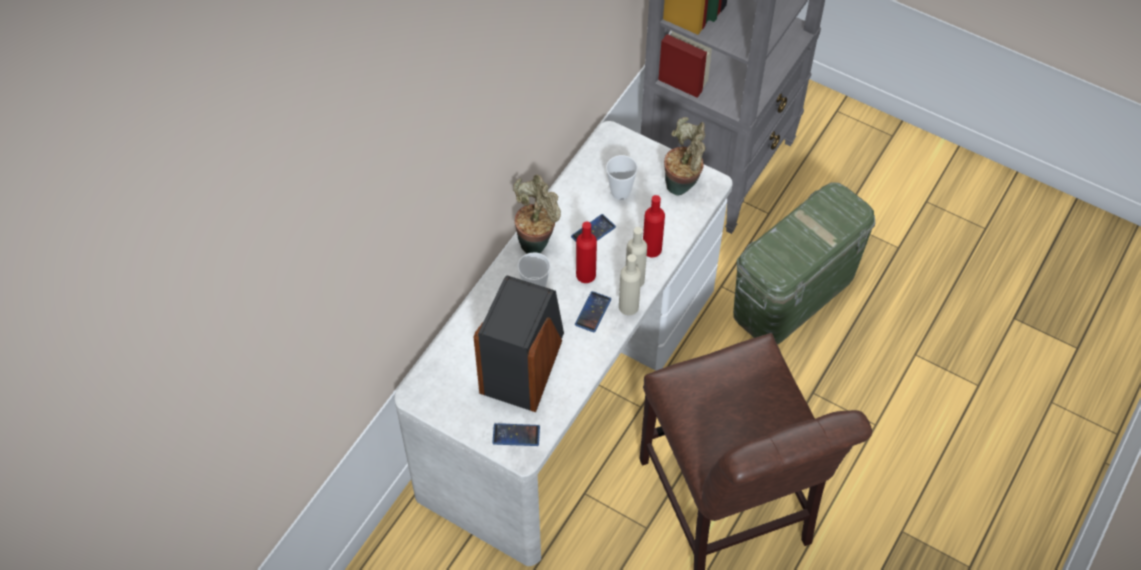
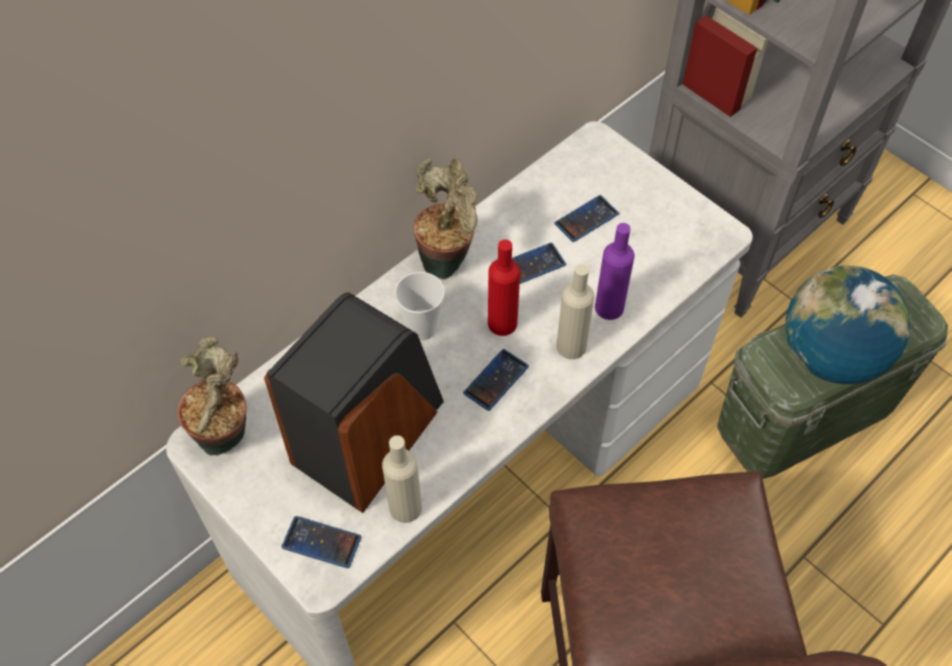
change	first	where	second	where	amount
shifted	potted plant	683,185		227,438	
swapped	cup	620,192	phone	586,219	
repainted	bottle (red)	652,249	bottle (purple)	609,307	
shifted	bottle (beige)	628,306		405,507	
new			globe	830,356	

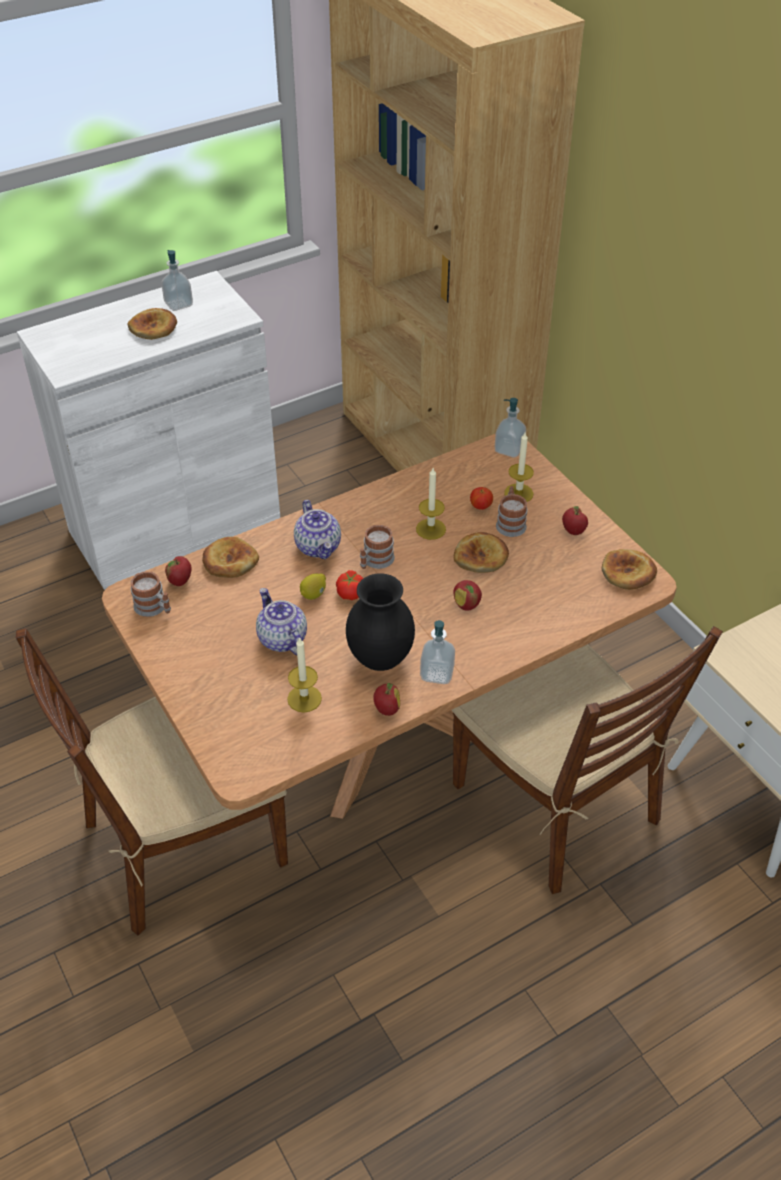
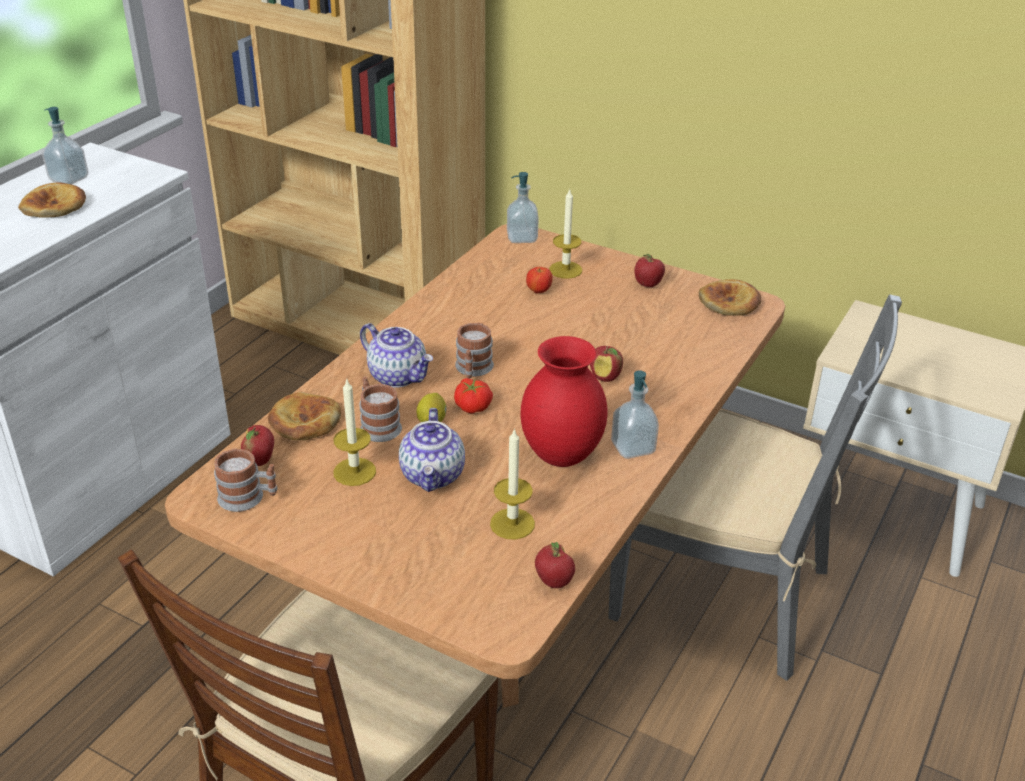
change	first	where	second	where	amount
shifted	candle	430,529		354,472	
shifted	mug	510,523		377,425	
gone	bread	481,556			
repainted	vase (black)	379,660	vase (red)	561,457	
rotated	teapot	281,639		433,475	120 degrees counterclockwise
repainted	chair (brown)	557,803	chair (grey)	723,593	
shifted	apple	386,709		553,582	

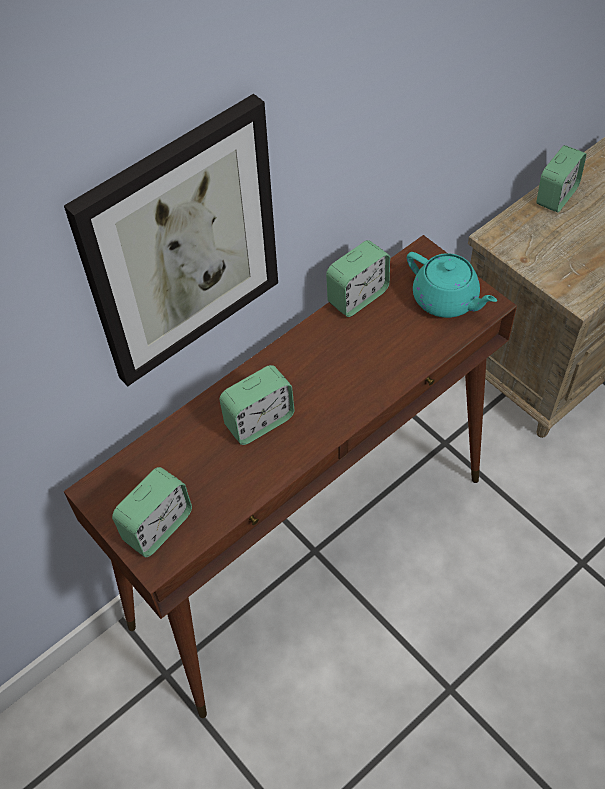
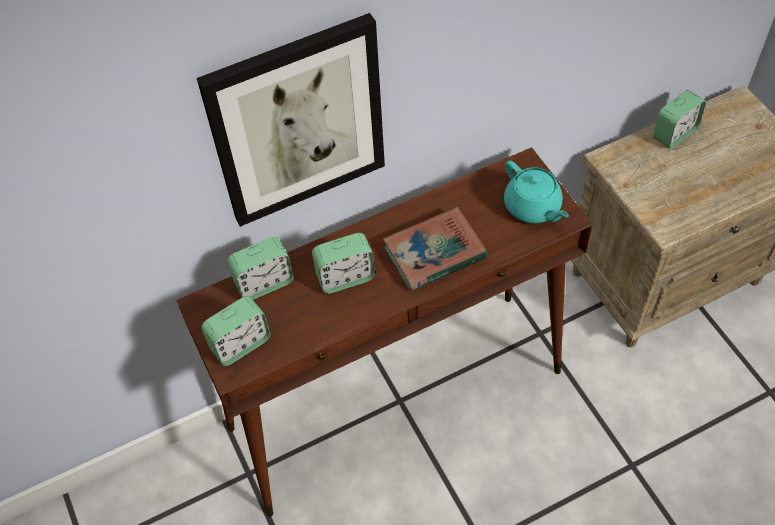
change	first	where	second	where	amount
shifted	alarm clock	357,297		264,283	
new			book	434,253	

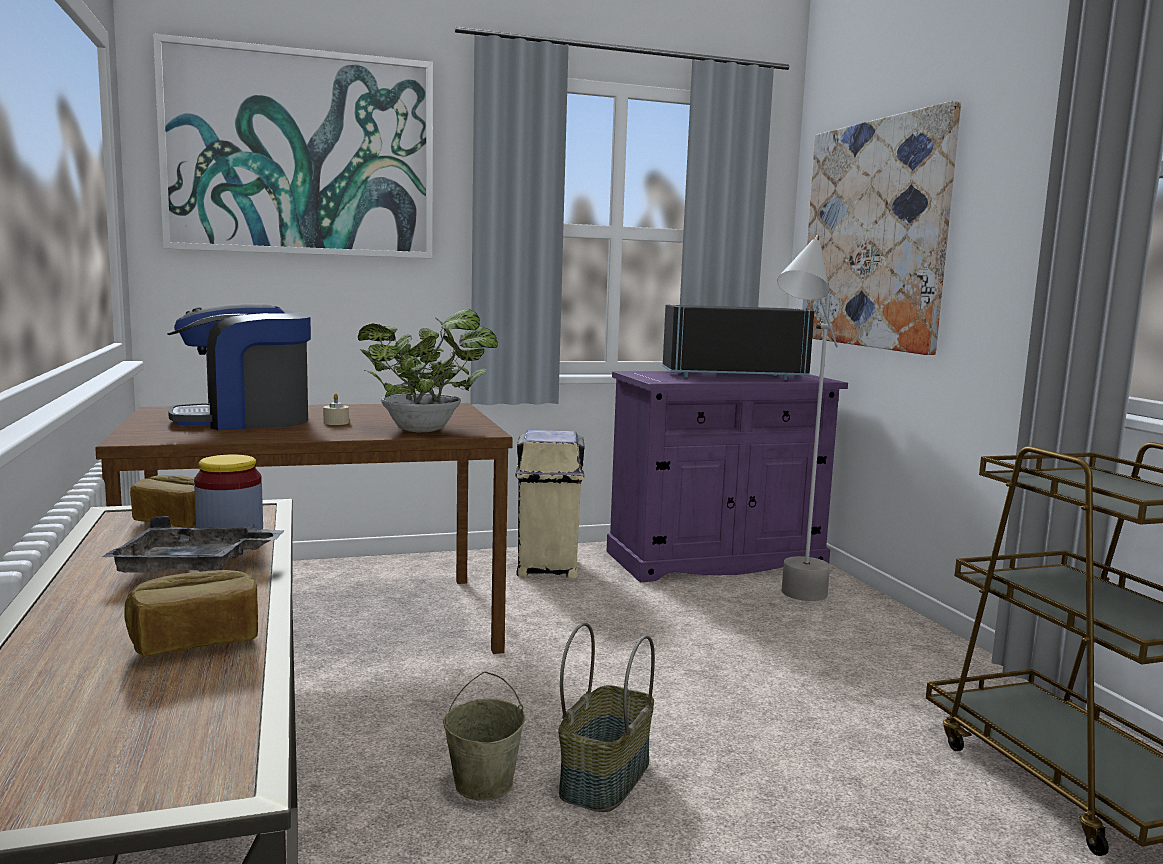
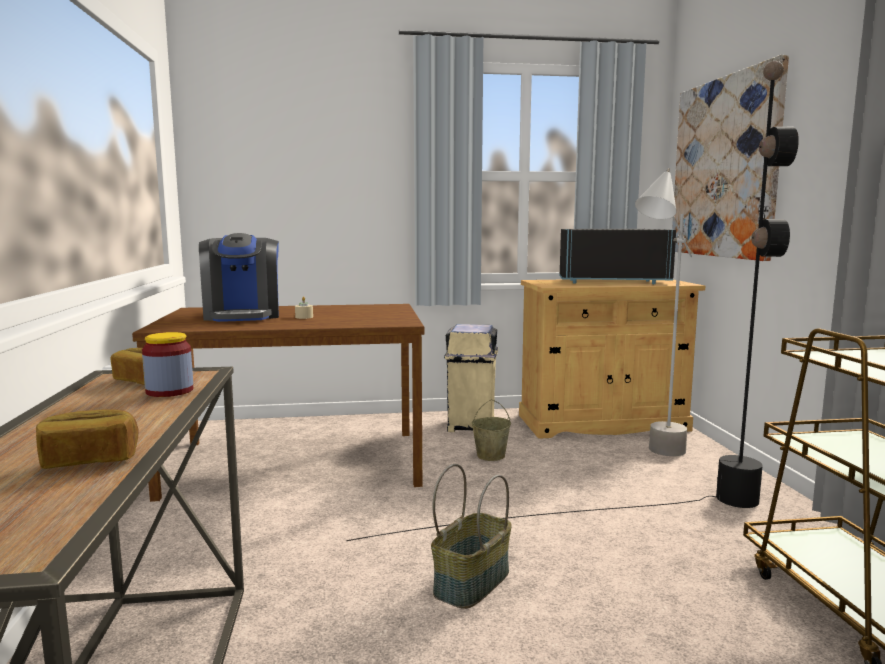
change	first	where	second	where	amount
gone	picture	301,154			
rotated	coffee machine	245,420		243,316	90 degrees counterclockwise
gone	potted plant	427,430			
repainted	cabinet (purple)	716,560	cabinet (beige)	602,423	
gone	tray (grey)	193,567			
shifted	bucket (beige)	483,783		491,455	
new			floor lamp (black)	636,508	

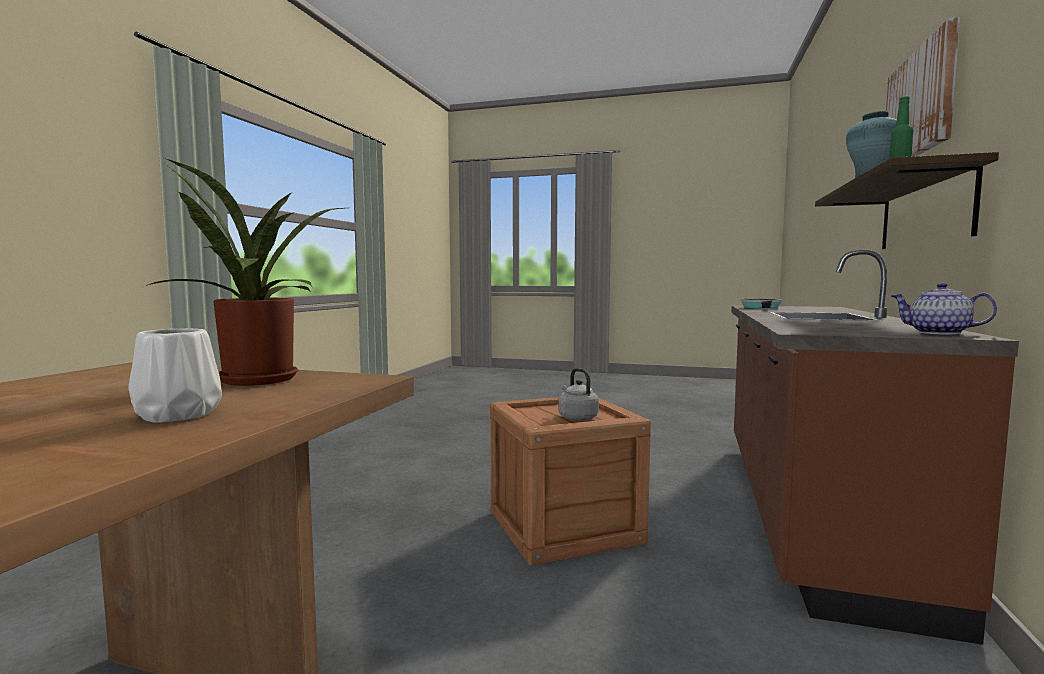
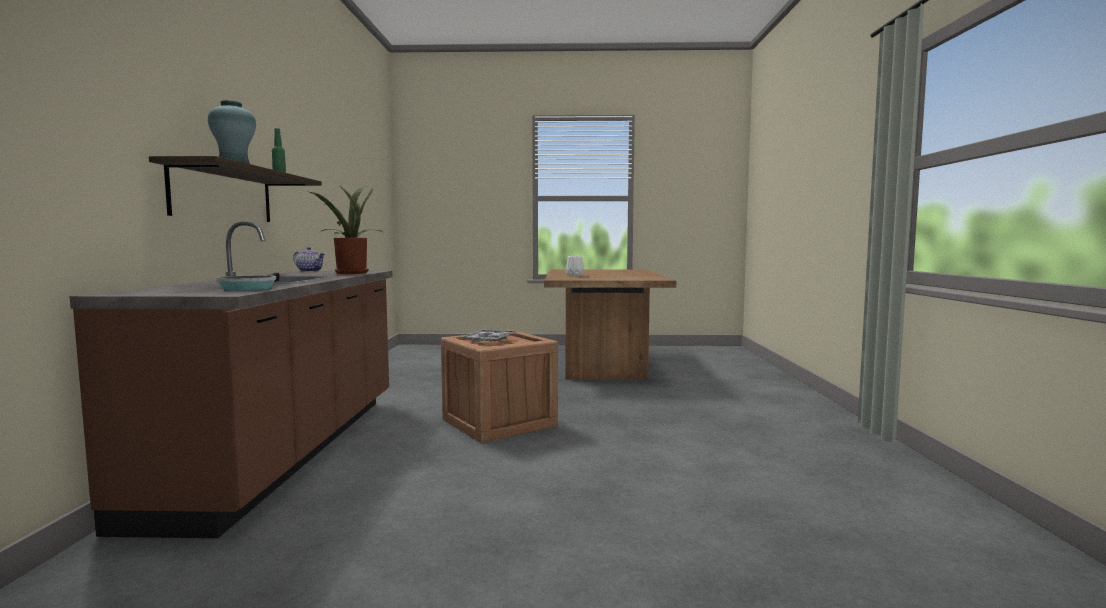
change	first	where	second	where	amount
gone	picture	920,104			
shifted	potted plant	261,381		349,273	
swapped	kettle (grey)	576,417	tray	489,341	

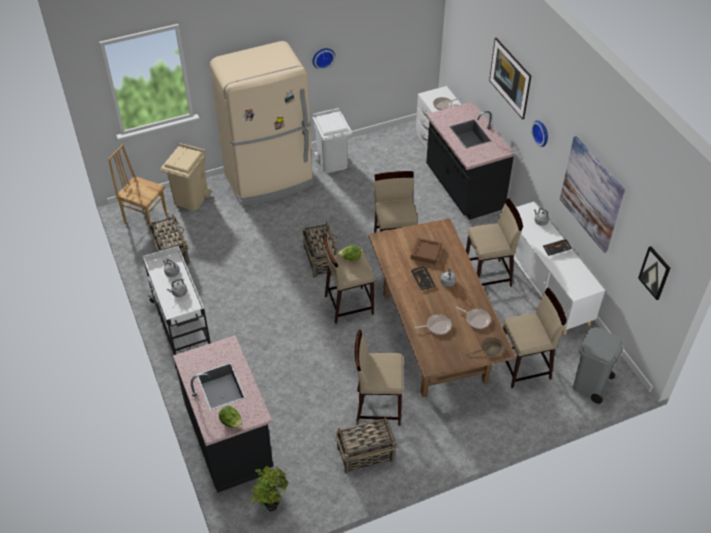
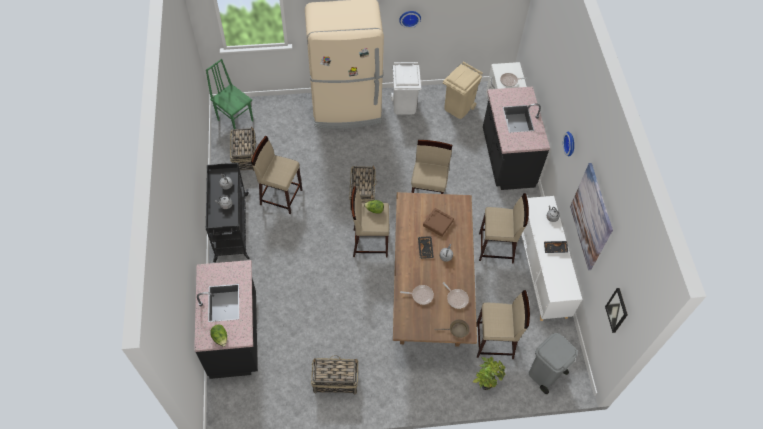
change	first	where	second	where	amount
gone	picture	508,88			
shifted	trash can (beige)	191,199		458,107	
repainted	chair (brown)	146,218	chair (green)	235,120	
repainted	cart (white)	183,329	cart (black)	231,228	
shifted	stool (beige)	377,407		281,196	
shifted	potted plant	270,503		485,383	

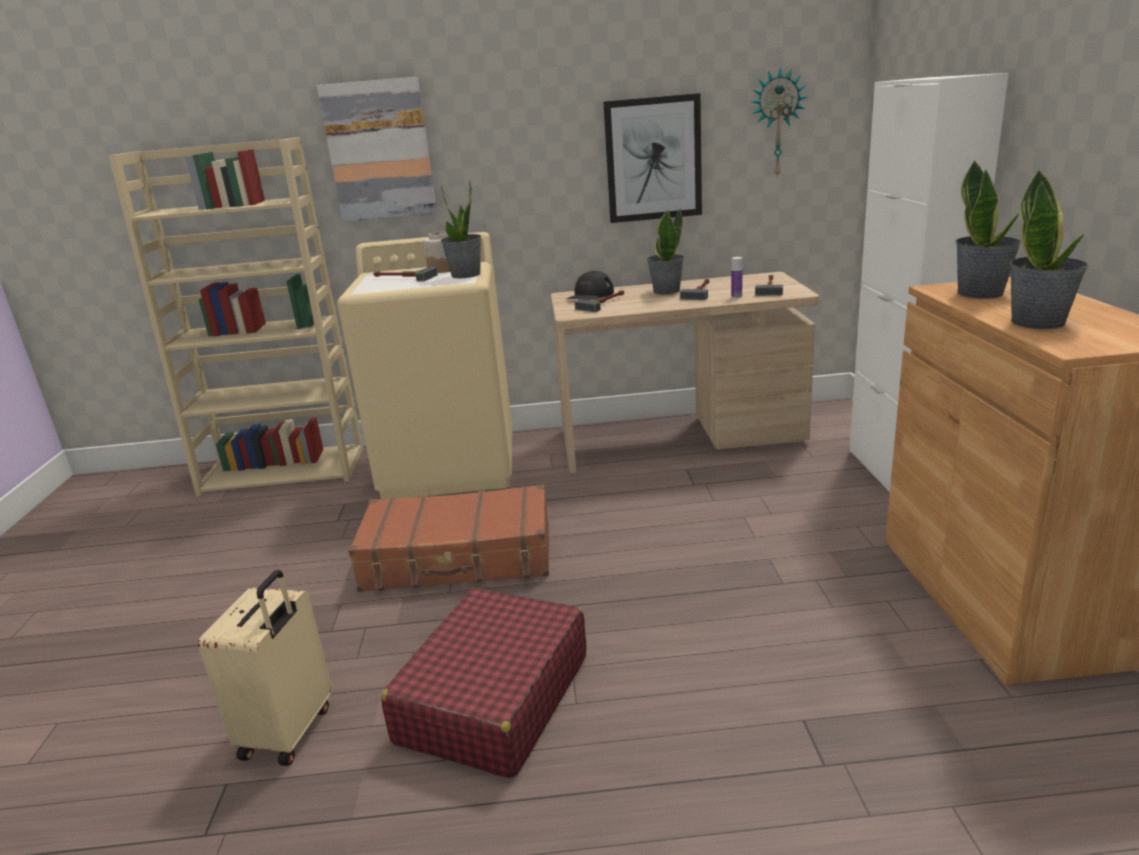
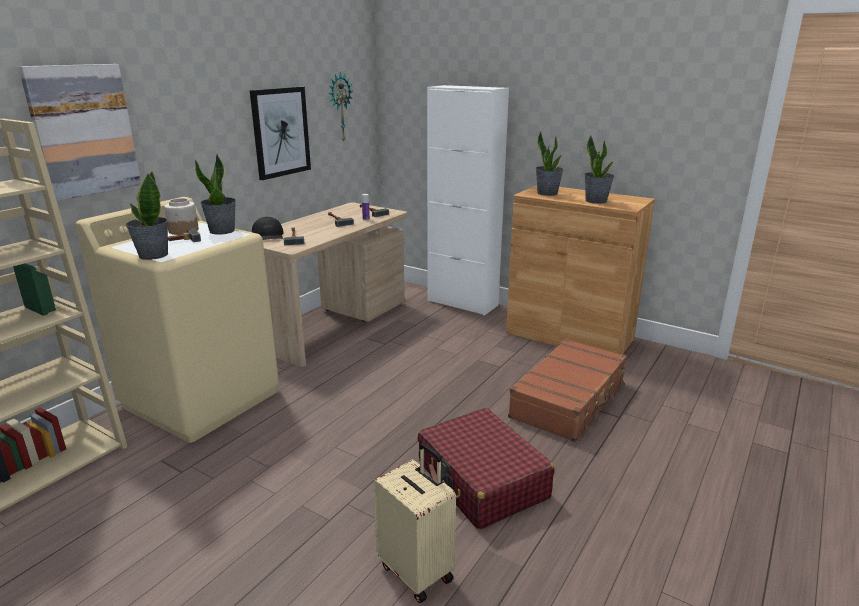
change	first	where	second	where	amount
shifted	potted plant	666,291		153,255	
shifted	suitcase (brown)	459,558		569,400	

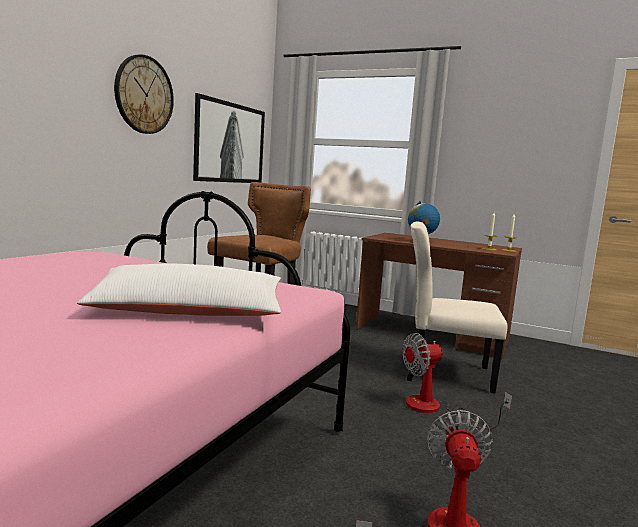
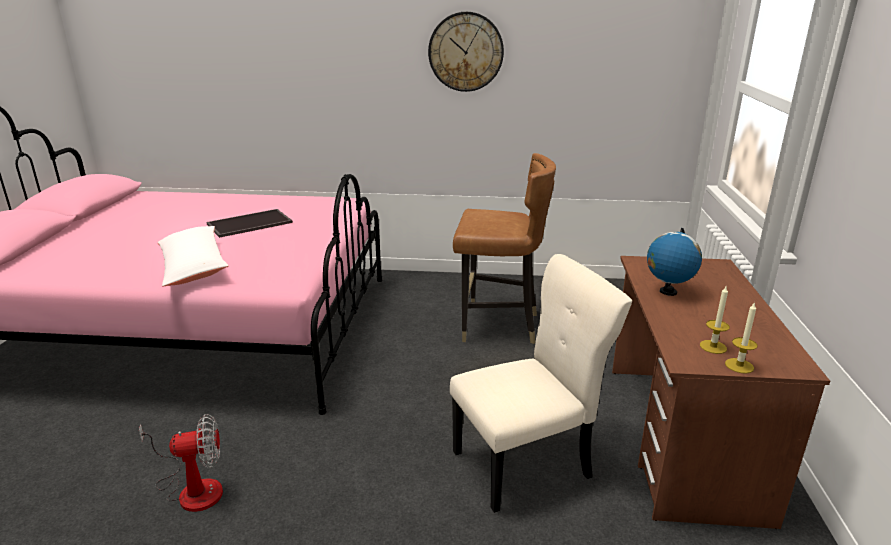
change	first	where	second	where	amount
gone	picture	230,143			
rotated	chair (beige)	443,373		527,463	75 degrees clockwise
gone	fan	435,409			
new			tray	249,224	

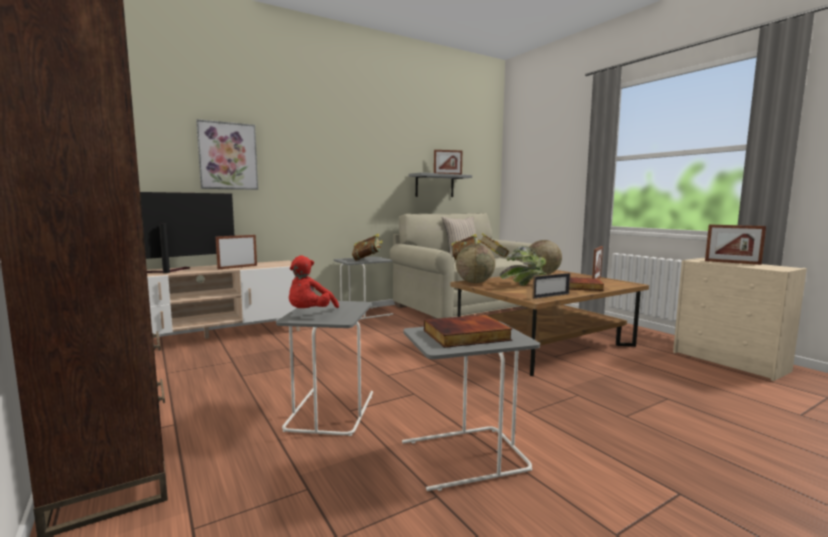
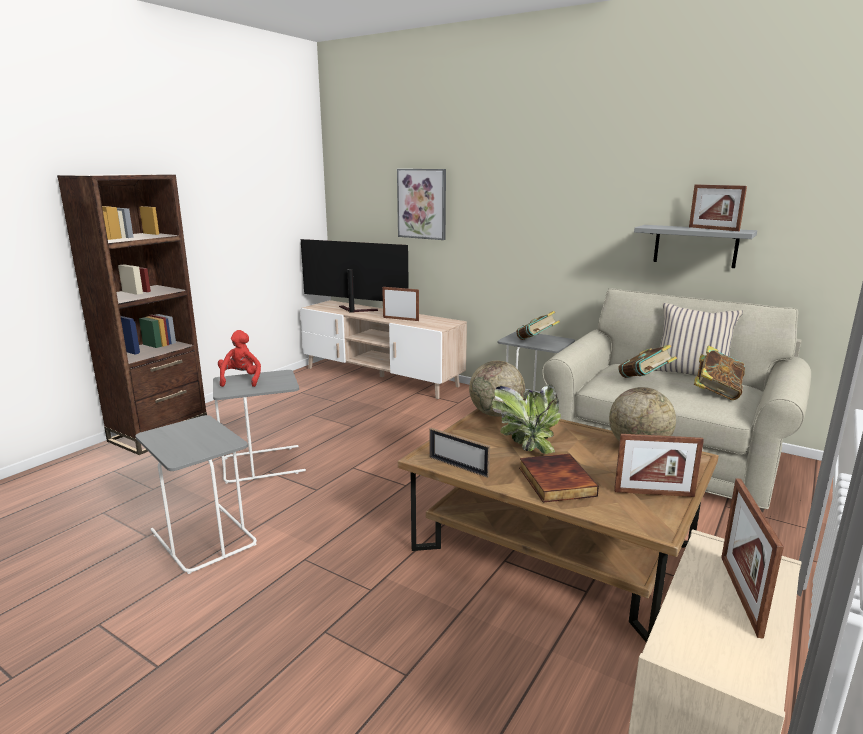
change	first	where	second	where	amount
rotated	plush toy (red)	309,314		241,380	90 degrees clockwise
gone	book	466,336			

